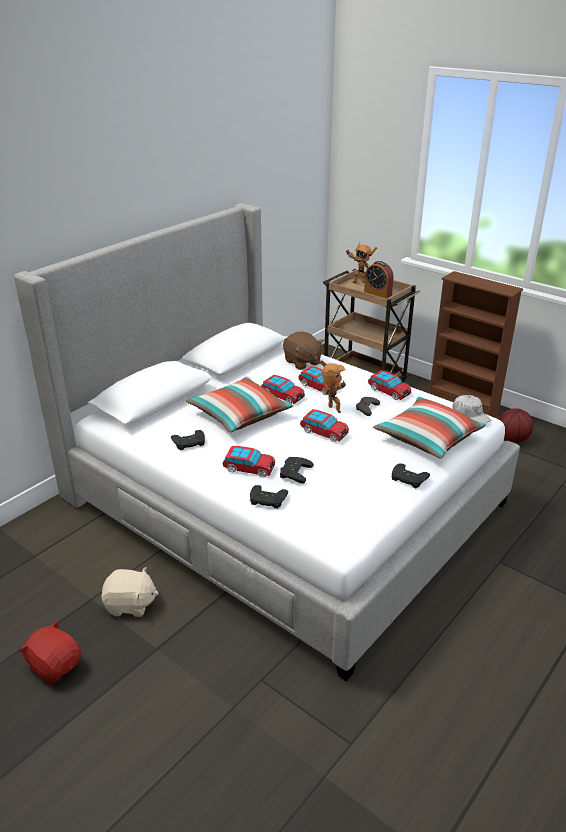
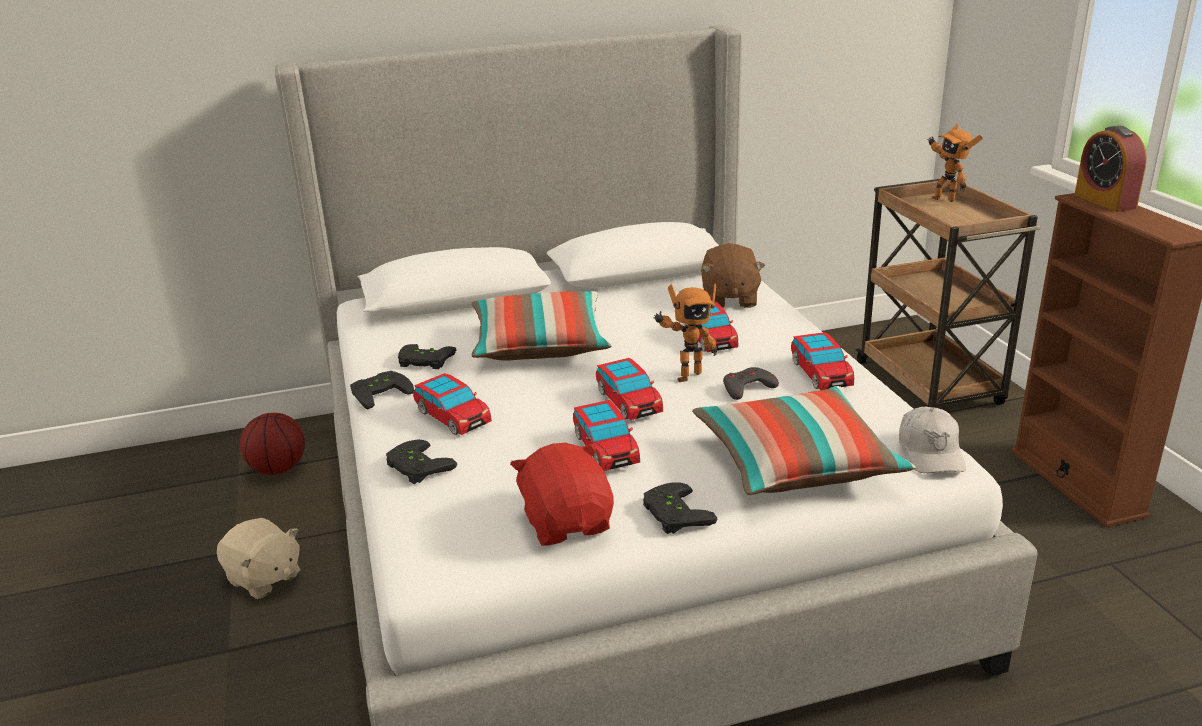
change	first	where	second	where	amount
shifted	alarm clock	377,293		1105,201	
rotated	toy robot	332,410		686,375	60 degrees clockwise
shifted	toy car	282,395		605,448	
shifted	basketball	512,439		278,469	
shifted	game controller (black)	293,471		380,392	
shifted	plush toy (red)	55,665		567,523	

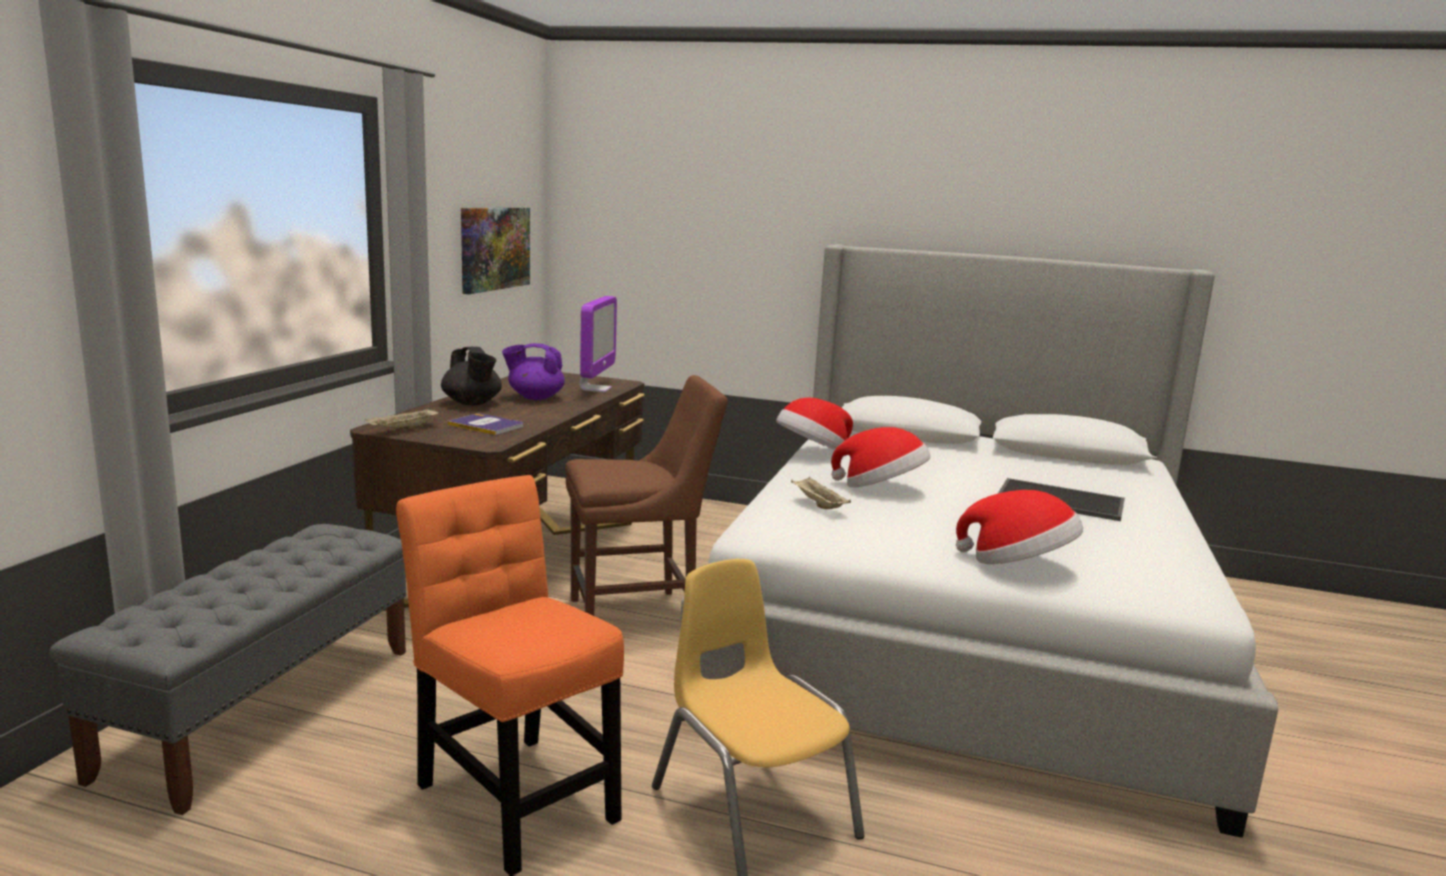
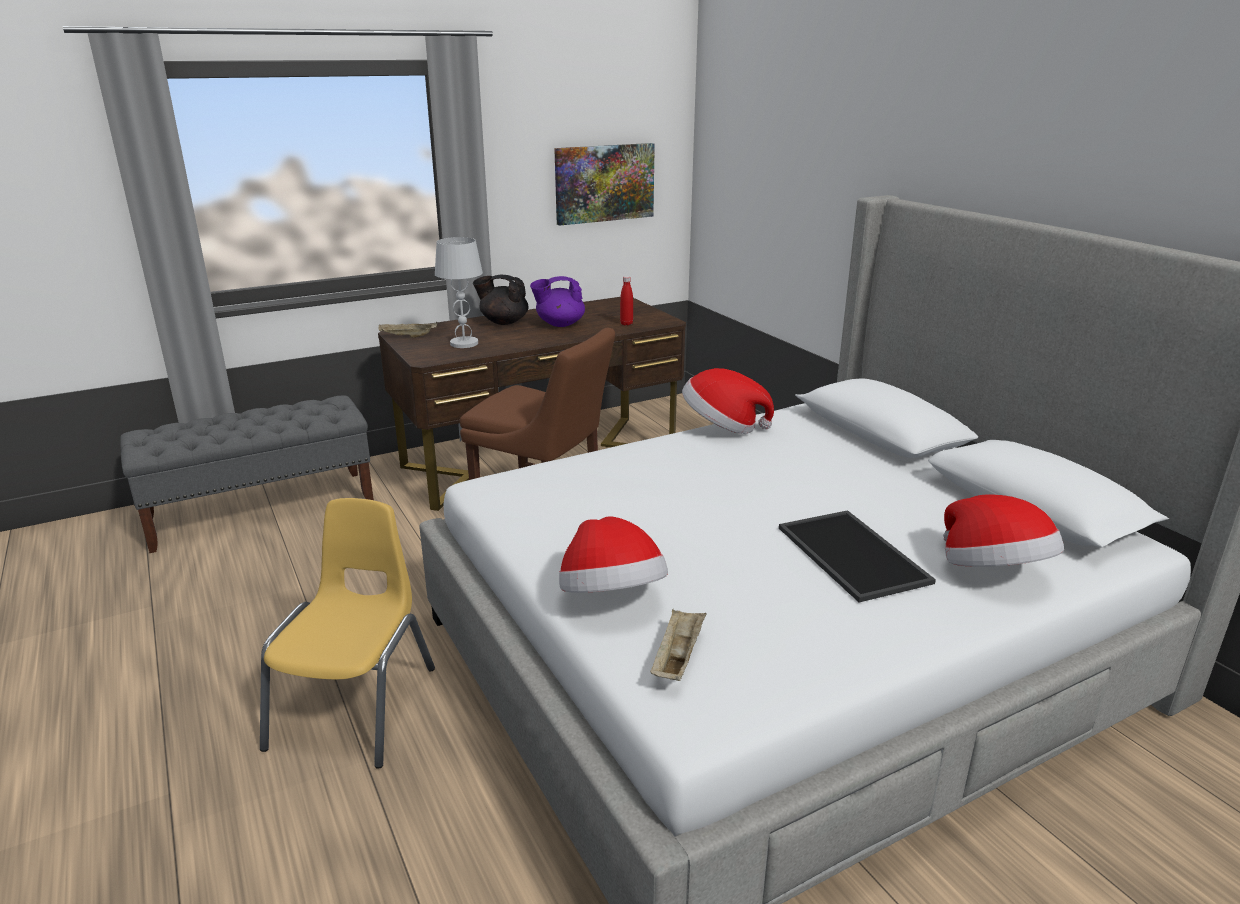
change	first	where	second	where	amount
swapped	monitor	595,389	bottle (red)	626,324	
rotated	teapot (purple)	535,397		559,324	60 degrees counterclockwise
rotated	teapot (black)	472,403		503,322	90 degrees clockwise
swapped	book	486,425	table lamp (white)	464,343	
shifted	hat	881,488		993,572	
gone	chair (orange)	513,795			
shifted	tray (beige)	818,504		677,658	

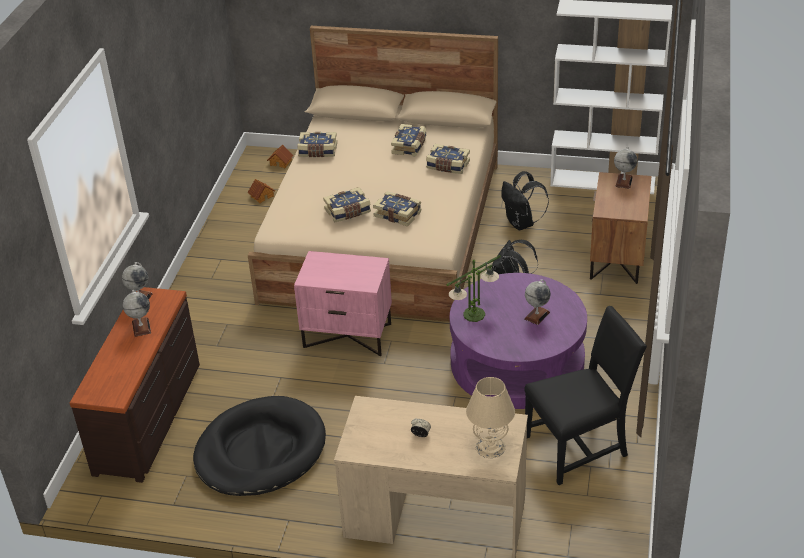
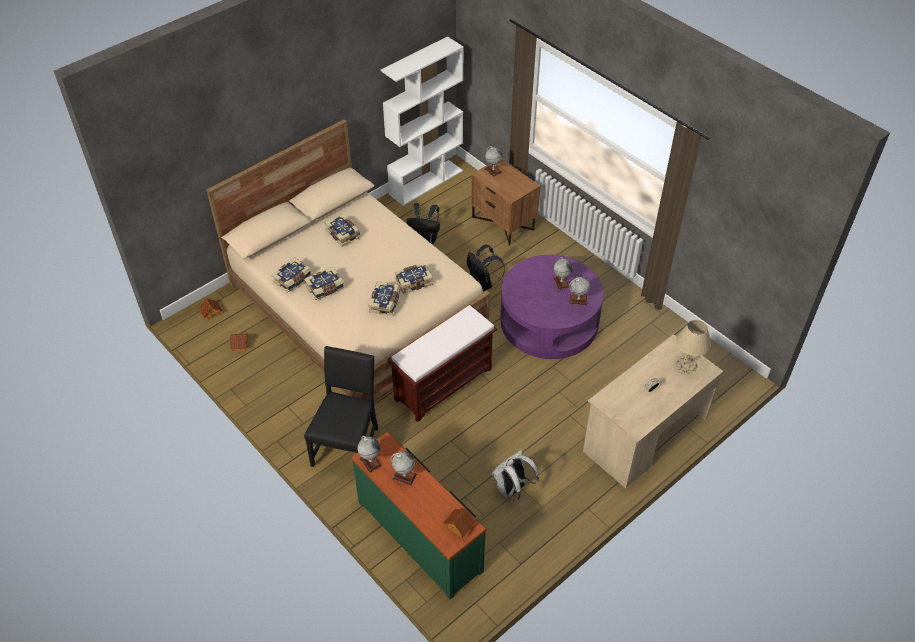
change	first	where	second	where	amount
shifted	book	447,166		325,288	
swapped	nightstand (pink)	348,335	bench (brown)	444,383	
gone	table lamp	474,314			
repainted	dresser (brown)	150,417	dresser (green)	421,534	
shifted	chair (black)	579,446		348,445	
swapped	dog bed (black)	260,451	backpack (white)	512,489	
new			globe	578,300	
new			toy house	458,526	

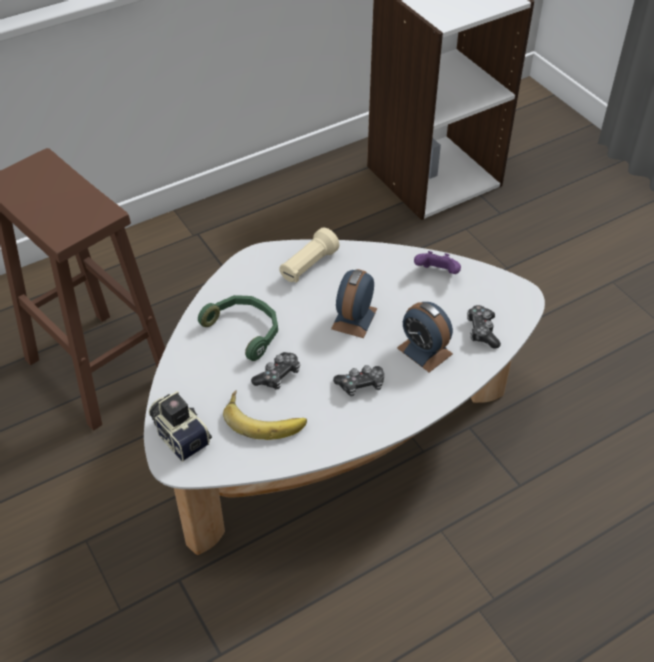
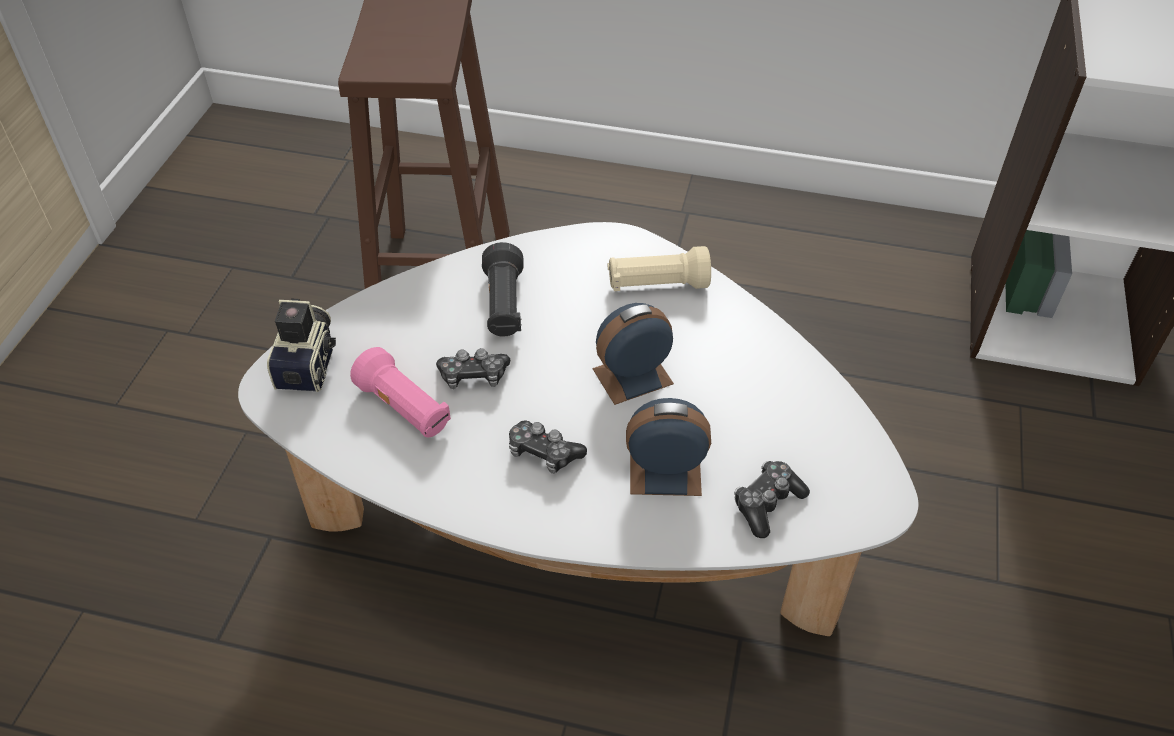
change	first	where	second	where	amount
gone	game controller (purple)	437,273			
swapped	headphones (green)	245,330	flashlight (black)	504,306	
rotated	alarm clock	424,351		665,472	90 degrees clockwise
swapped	banana	265,417	flashlight (pink)	404,409	

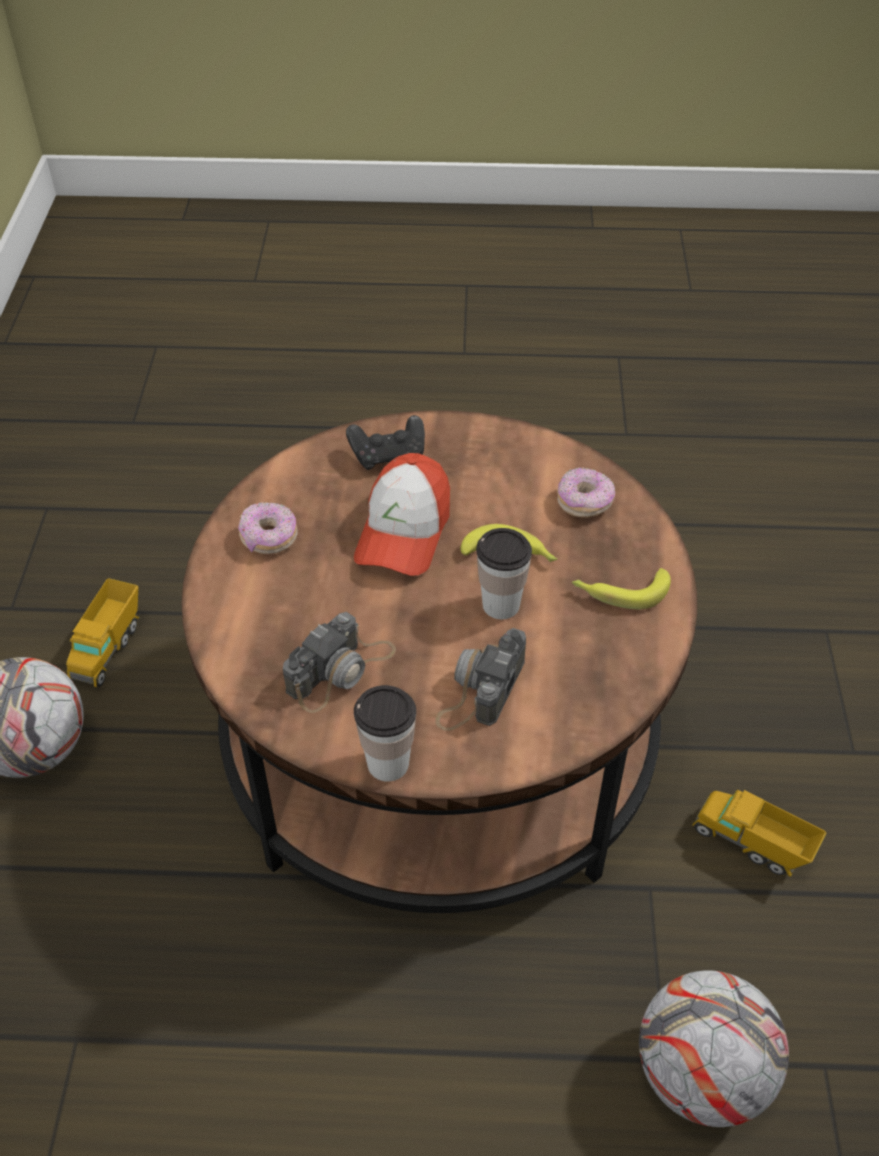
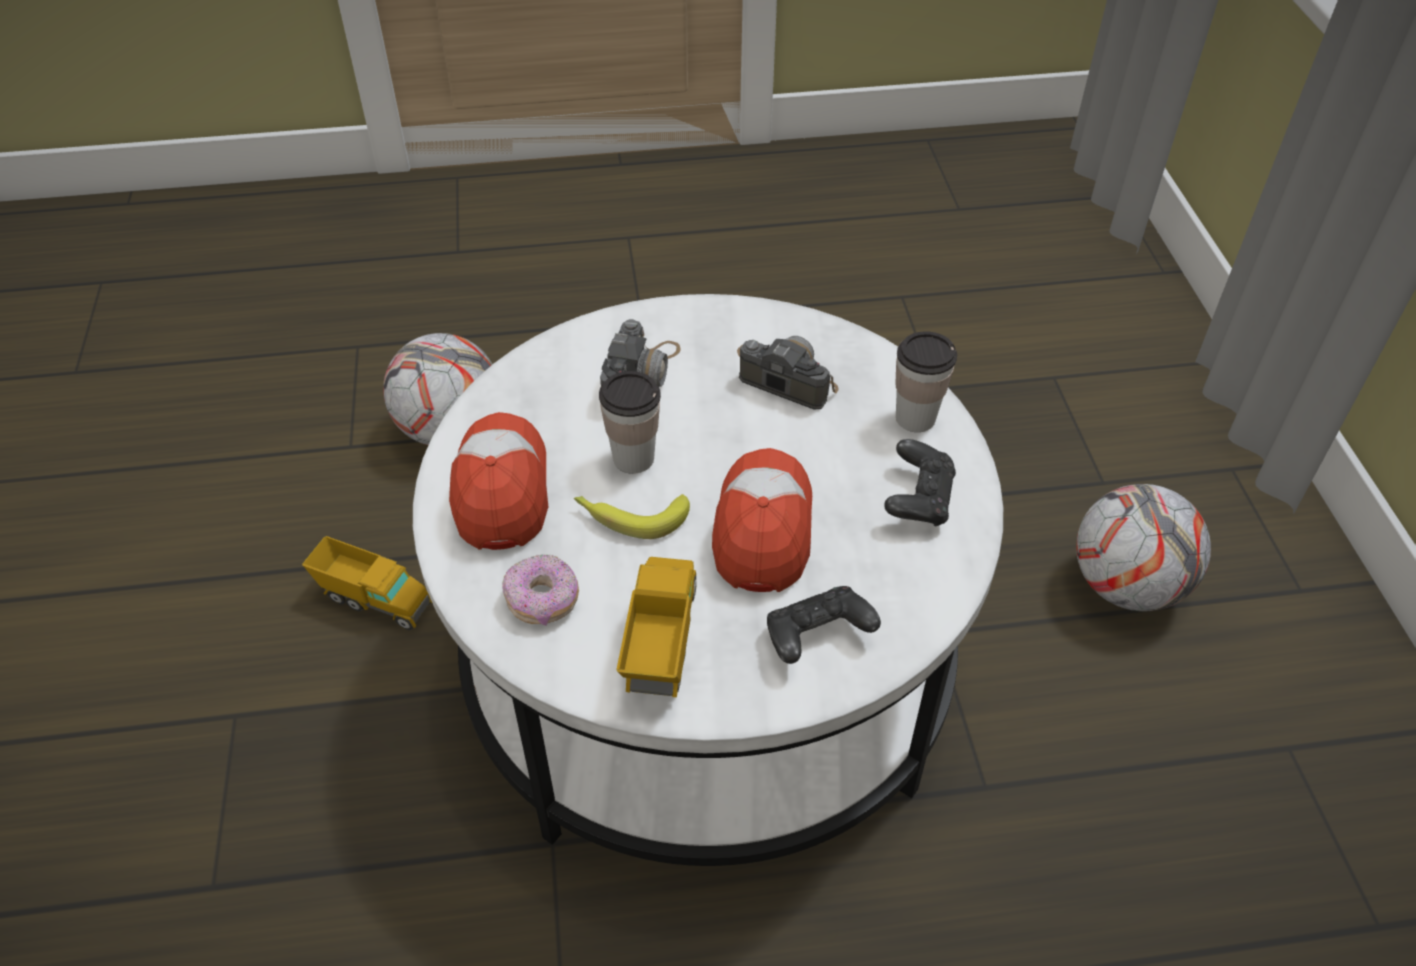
change	first	where	second	where	amount
repainted	coffee table (brown)	439,737	coffee table (white)	707,662	
swapped	donut	269,538	game controller (black)	918,499	
swapped	banana	620,592	cap	501,489	
shifted	toy truck	108,648		661,645	
rotated	photo camera	341,670		782,376	90 degrees clockwise
shifted	cup	388,763		915,418	

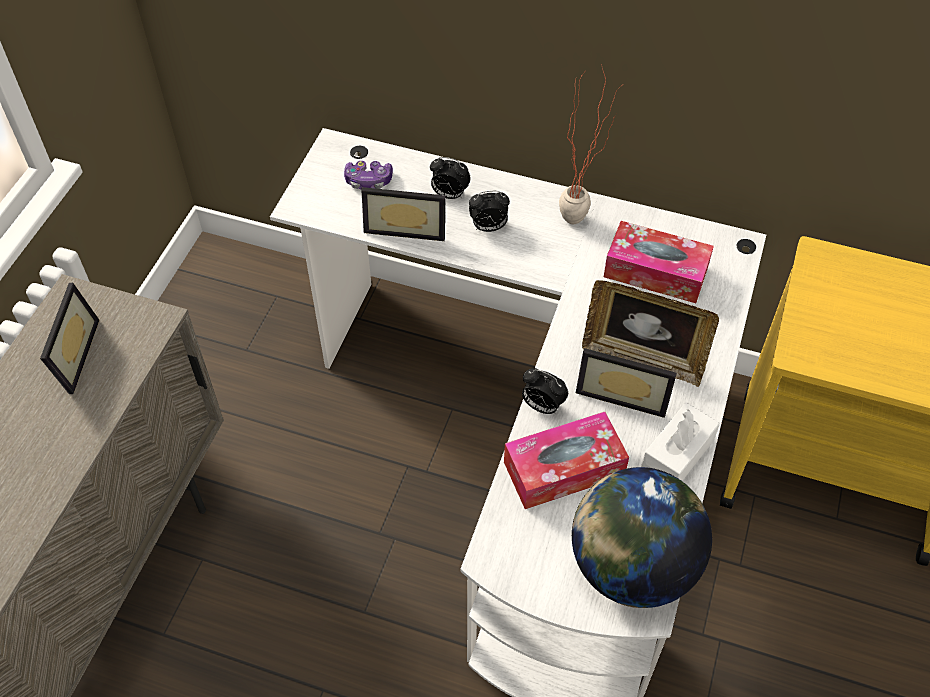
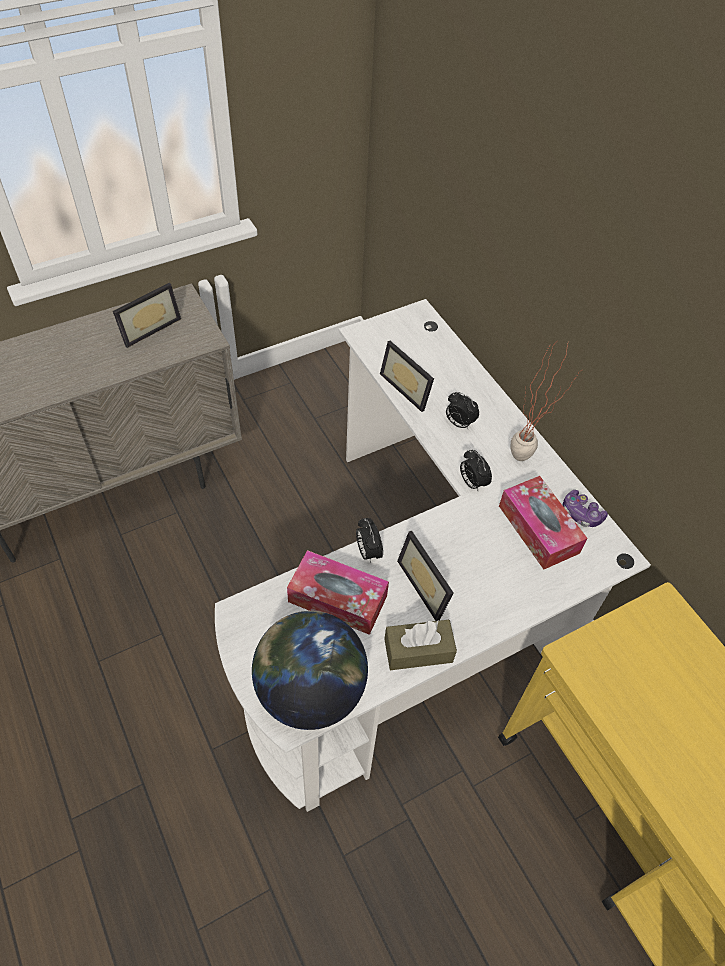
change	first	where	second	where	amount
shifted	alarm clock	449,195		472,482	
shifted	game controller	368,181		581,514	
gone	picture frame	643,358			
repainted	tissue box (white)	677,454	tissue box (brown)	418,650	

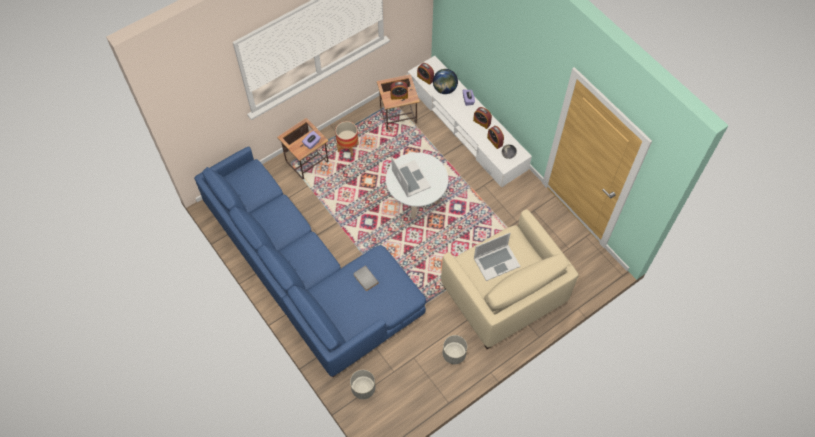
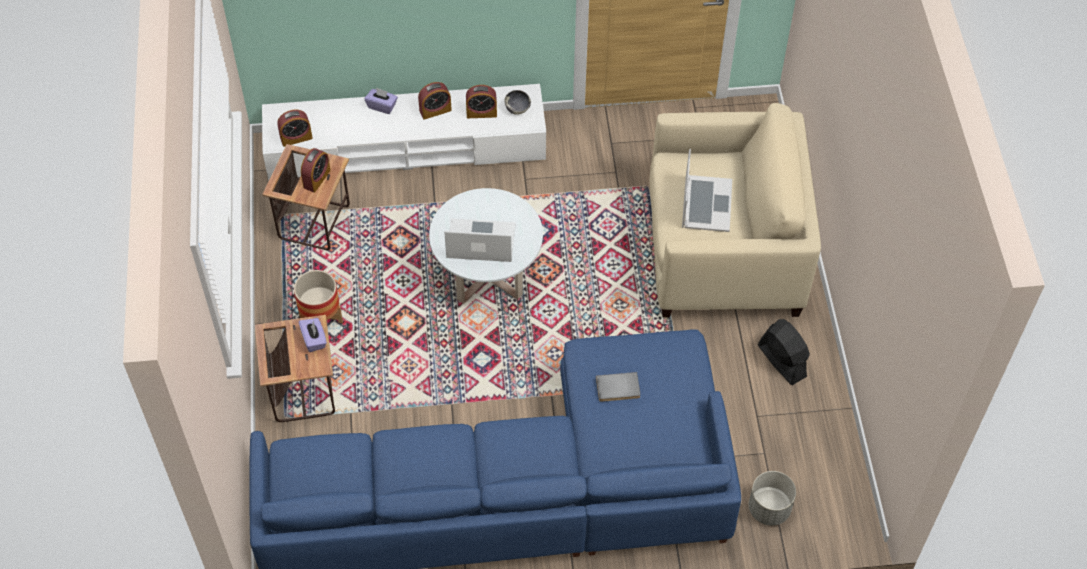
change	first	where	second	where	amount
gone	globe	444,89			
swapped	planter (grey)	454,354	fan (black)	782,361	

